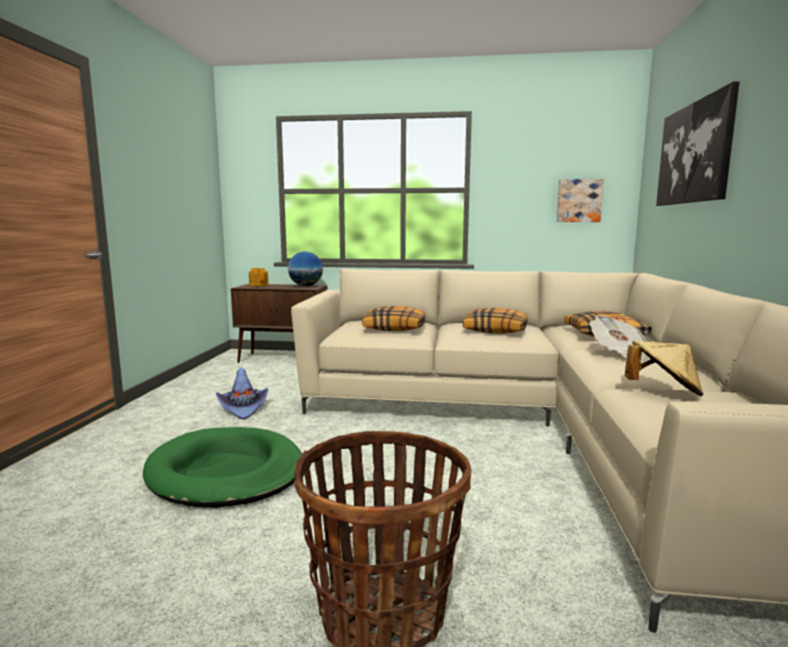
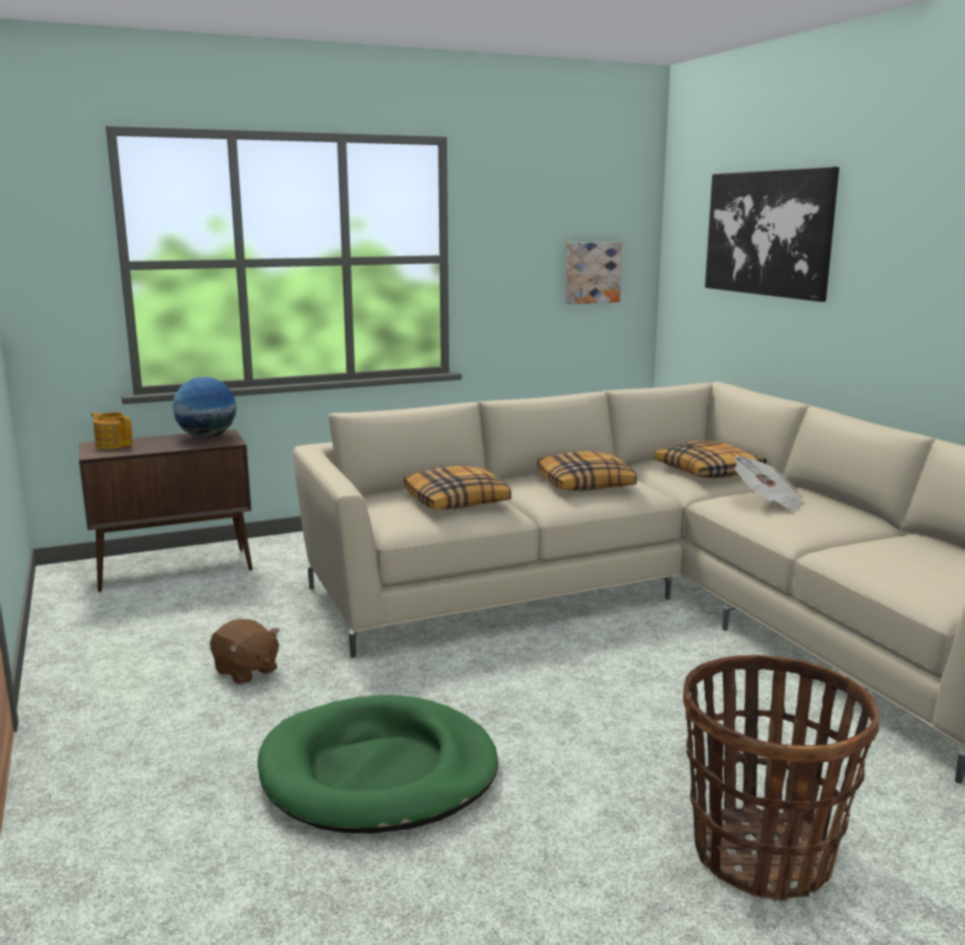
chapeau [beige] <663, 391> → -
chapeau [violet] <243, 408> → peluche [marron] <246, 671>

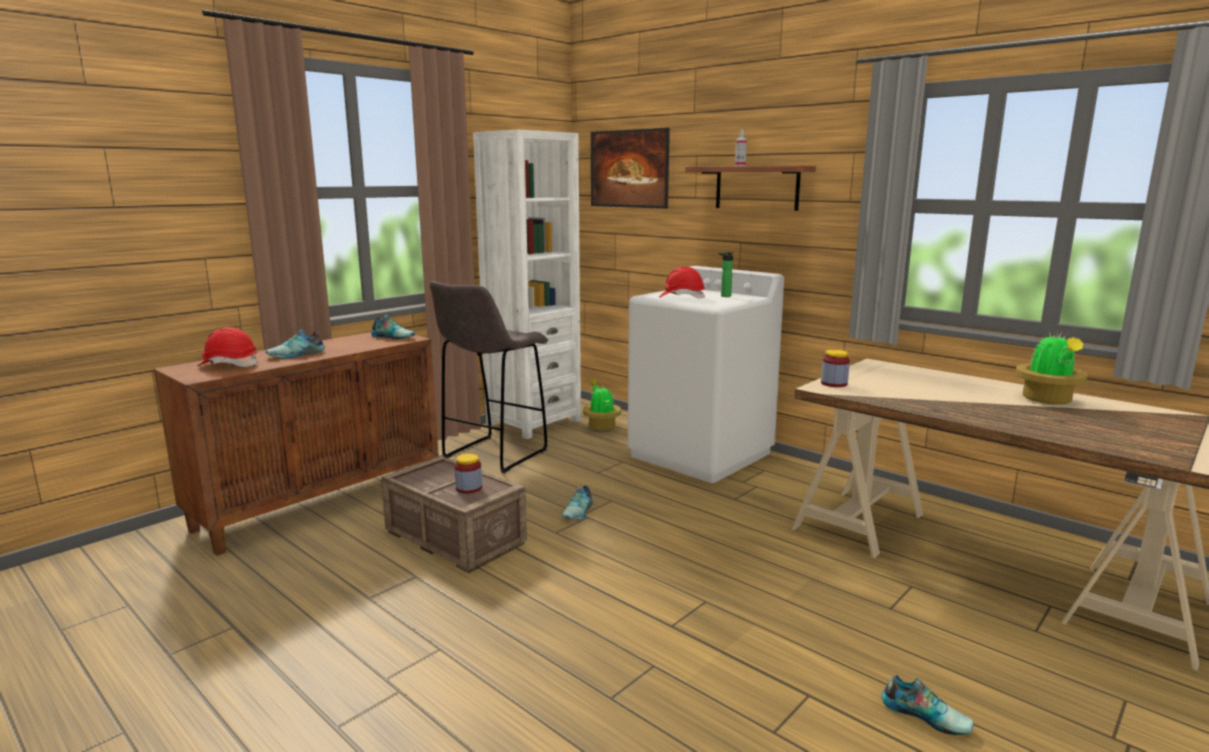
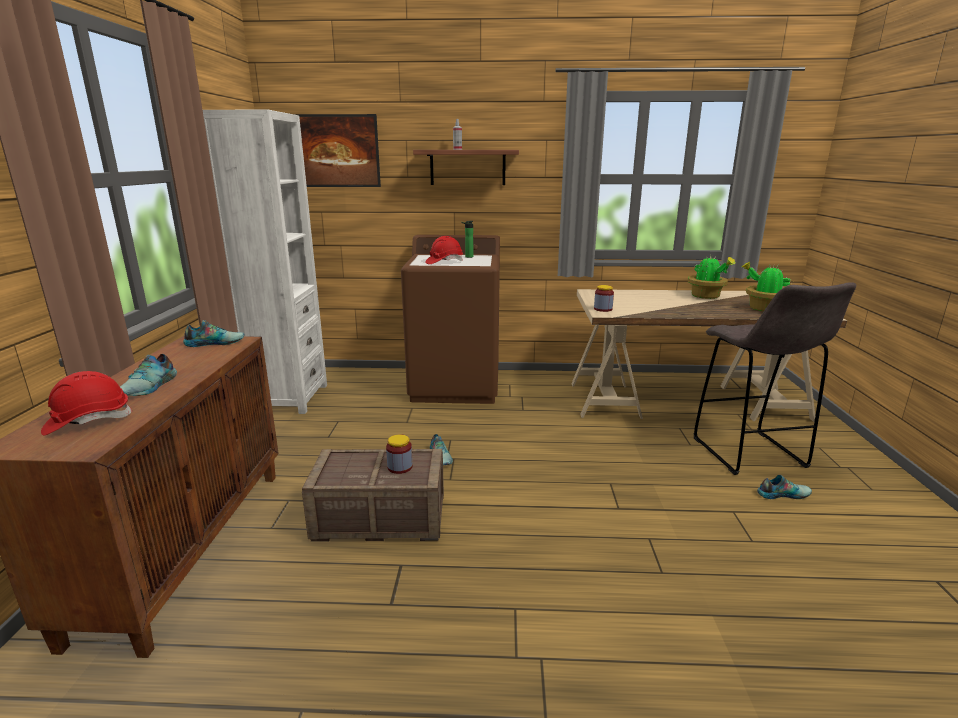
tabouret [gris] <493, 455> → tabouret [gris] <750, 454>, shifted
plante en pot <601, 426> → plante en pot <763, 309>, shifted
lave-linge [blanc] <701, 455> → lave-linge [marron] <456, 385>

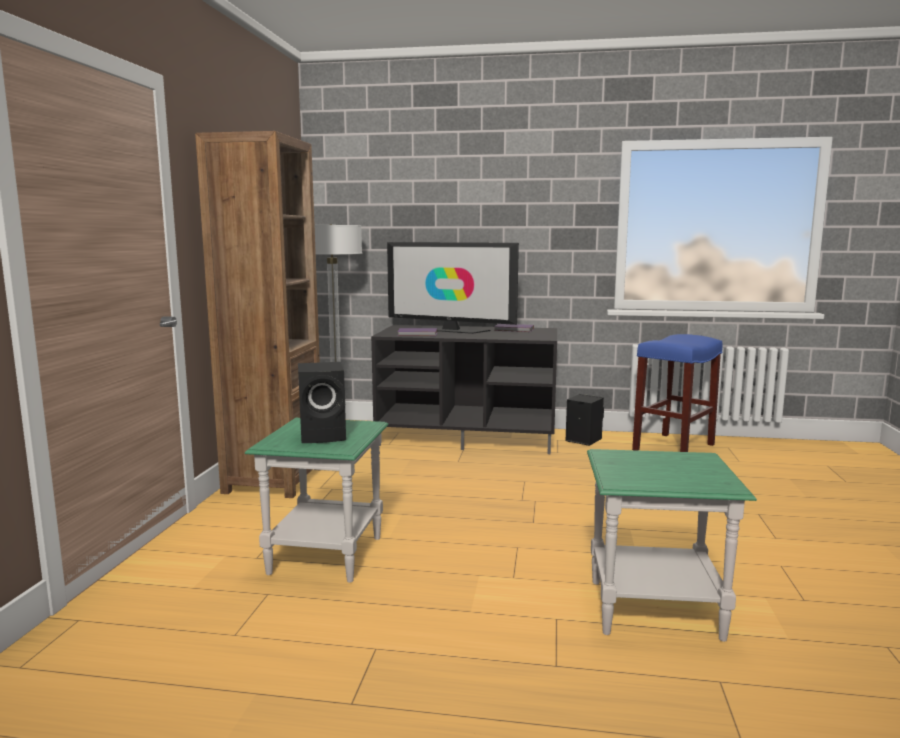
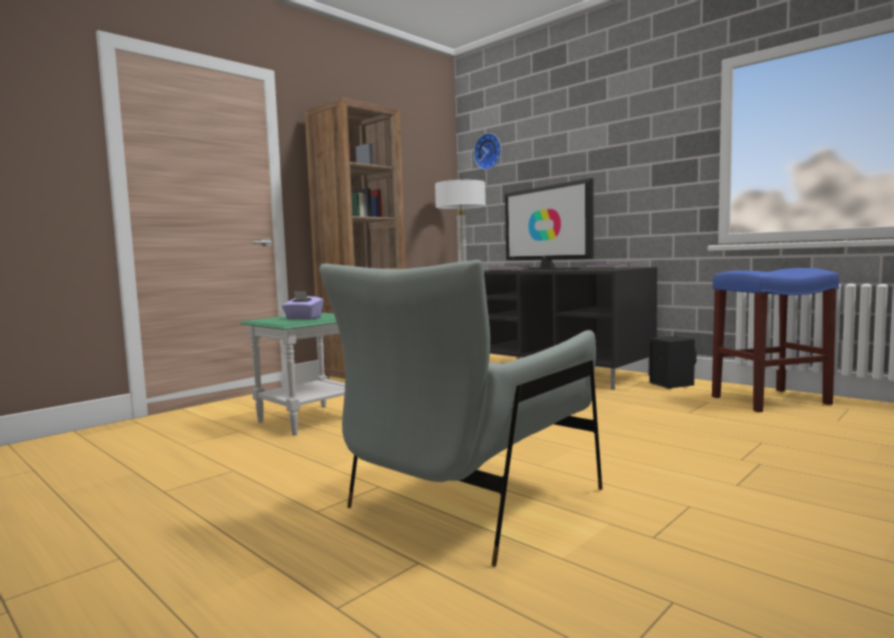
- → horloge murale <489, 151>
enceinte [noir] <325, 435> → boîte à mouchoirs [violet] <303, 318>
table d'appoint [vert] <653, 609> → fauteuil [gris] <471, 501>

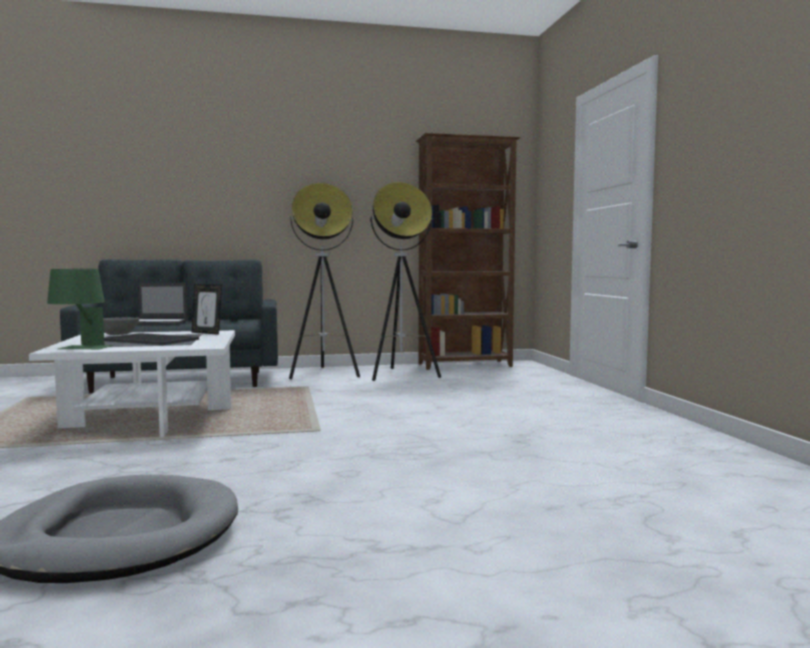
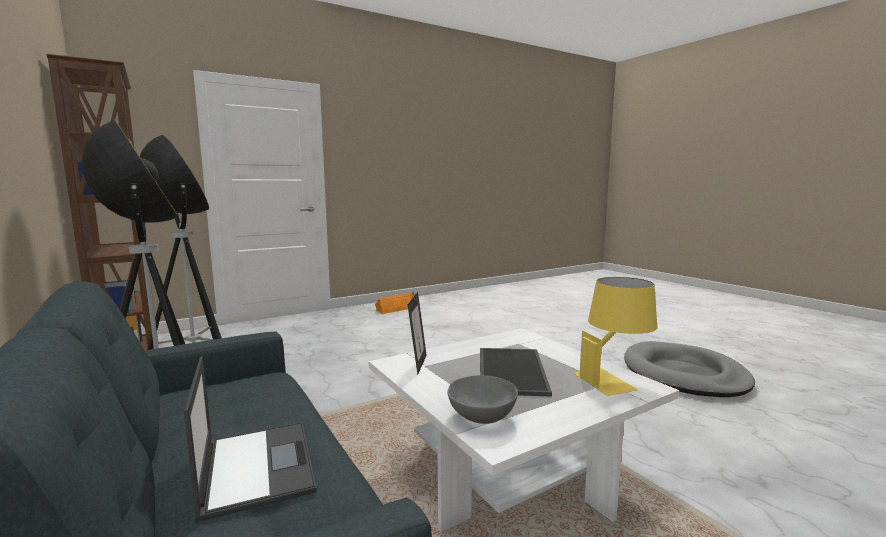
- → enceinte [orange] <396, 308>
lampe de table [vert] <80, 348> → lampe de table [jaune] <614, 379>

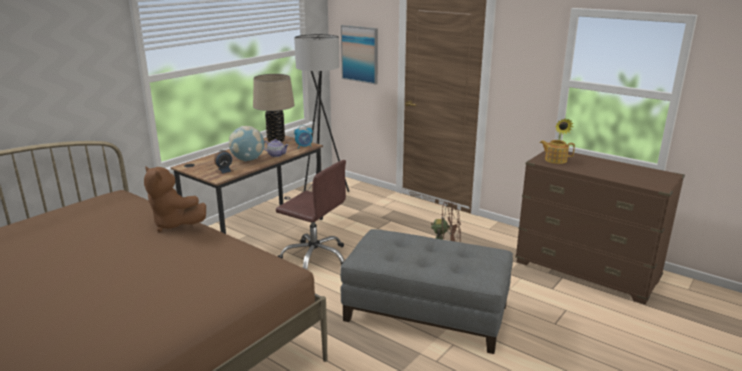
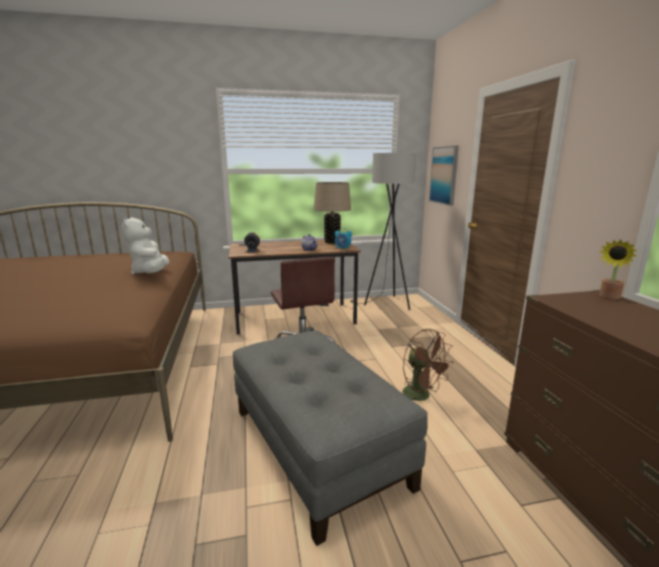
globe <248, 160> → -
théière <555, 160> → -
peluche [marron] <175, 224> → peluche [blanc] <151, 273>

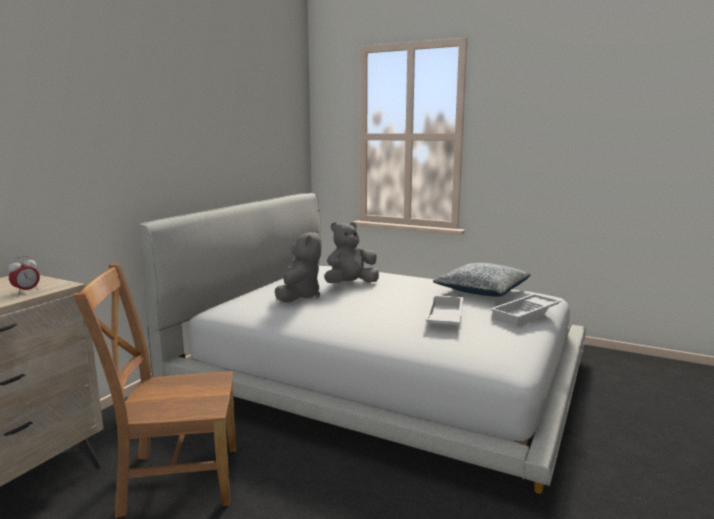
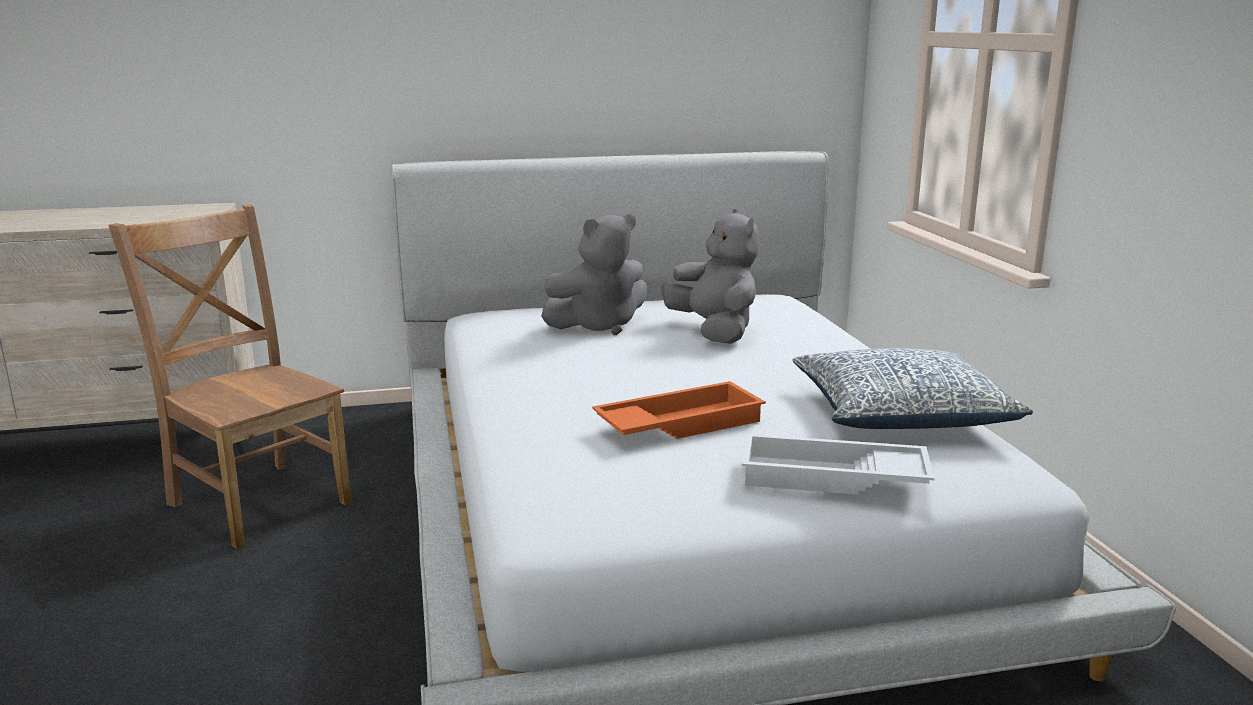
réveil <26, 291> → -
plateau [blanc] <443, 317> → plateau [orange] <679, 423>
peluche [gris] <350, 284> → peluche [gris] <714, 332>, 45 degrees clockwise

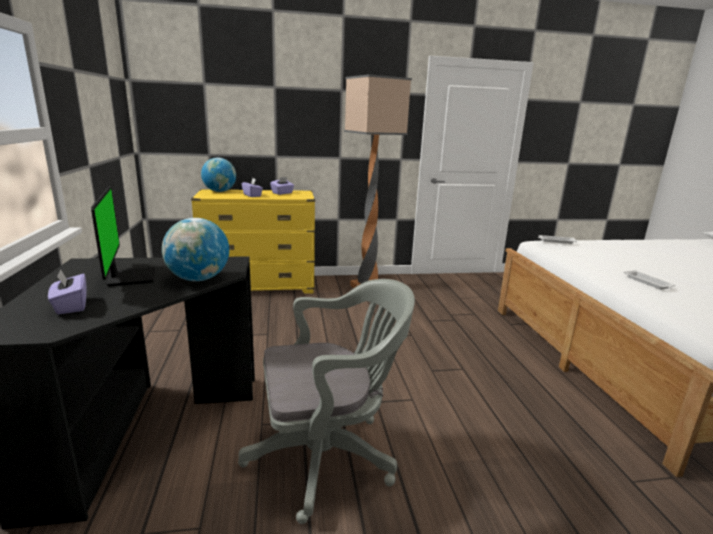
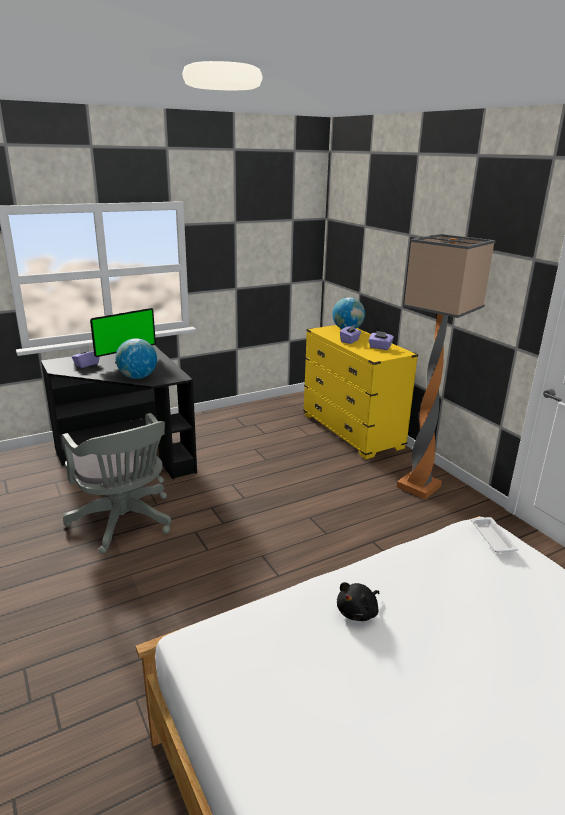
plateau [blanc] <648, 282> → peluche [noir] <358, 612>

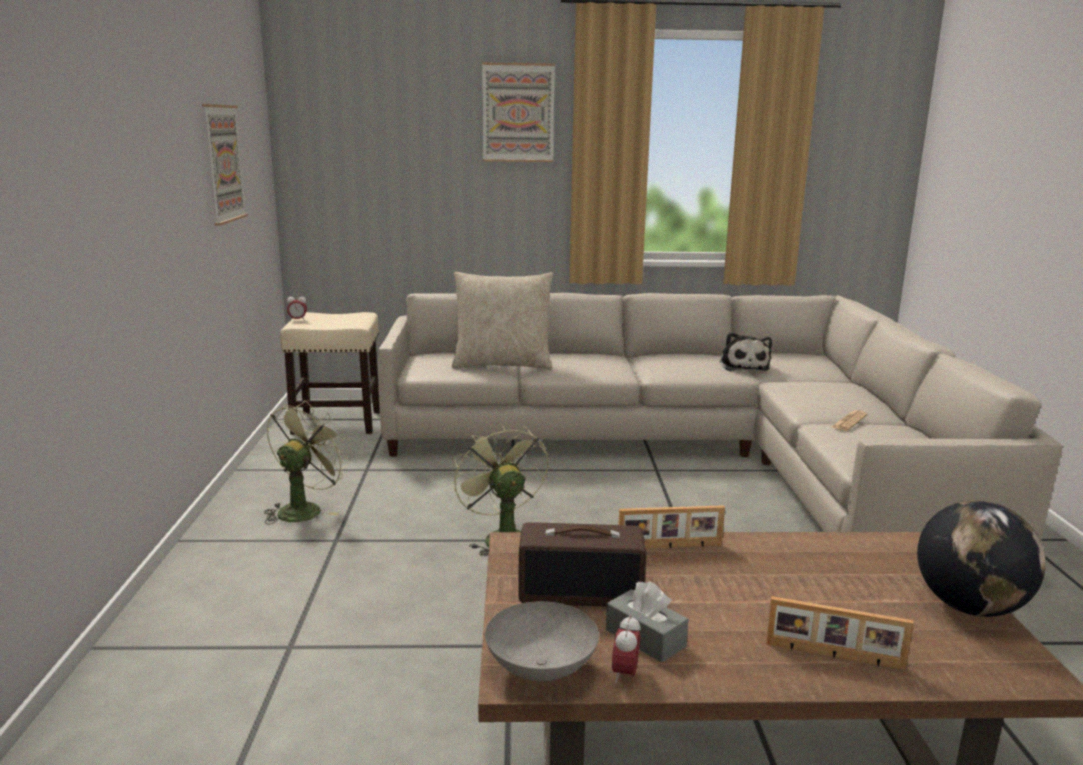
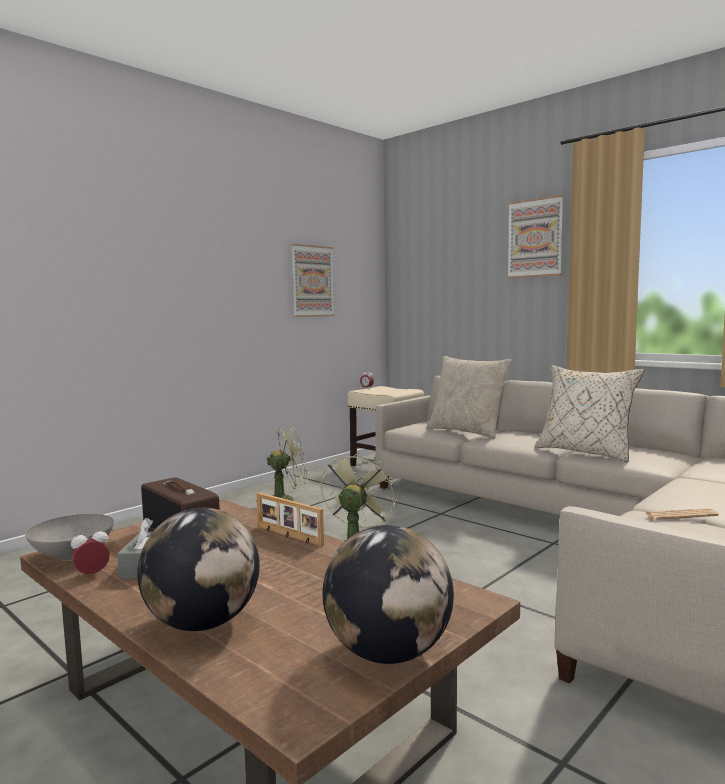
peluche <743, 366> → -
- → coussin [beige] <586, 452>
cadre photo <834, 656> → globe <203, 623>

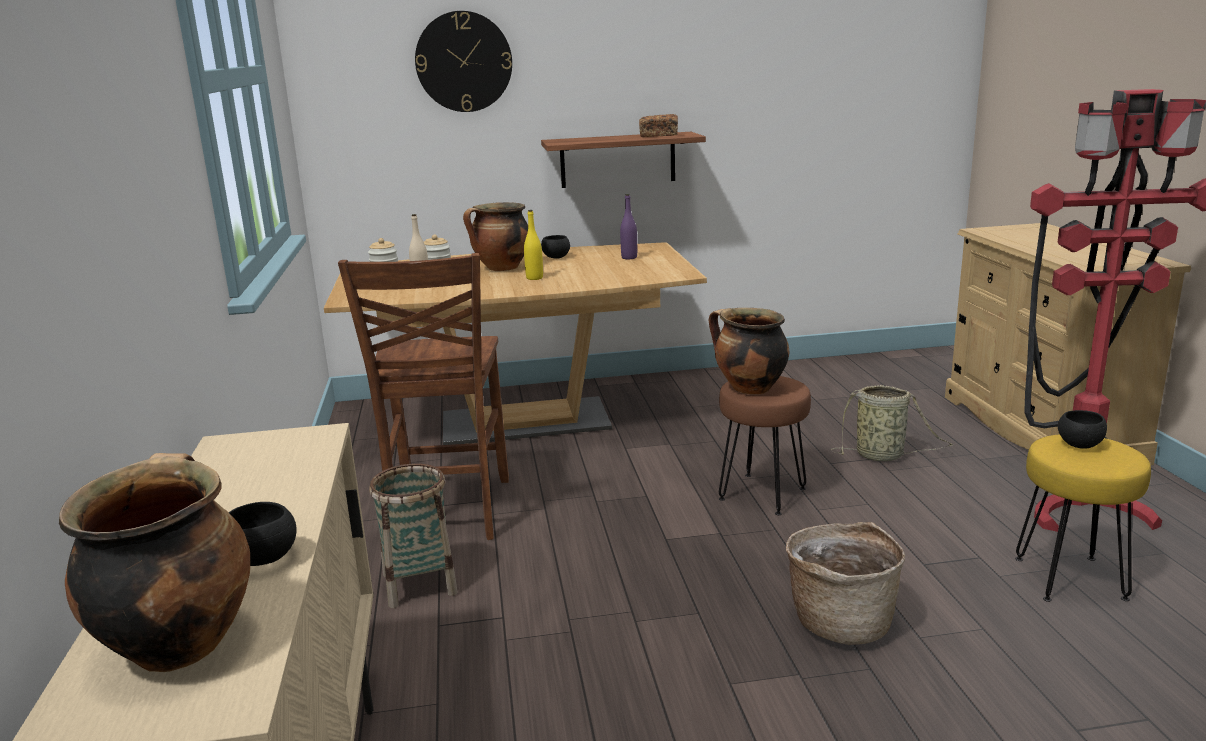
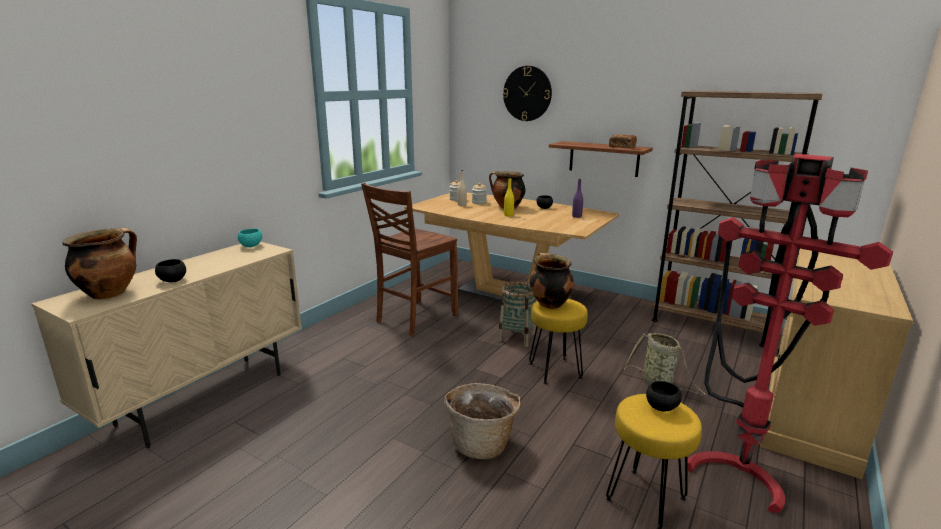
- → bol [turquoise] <251, 246>
- → bibliothèque [marron] <709, 324>
panier <419, 584> → panier <517, 337>, shifted
tabouret [marron] <763, 493> → tabouret [jaune] <555, 371>

